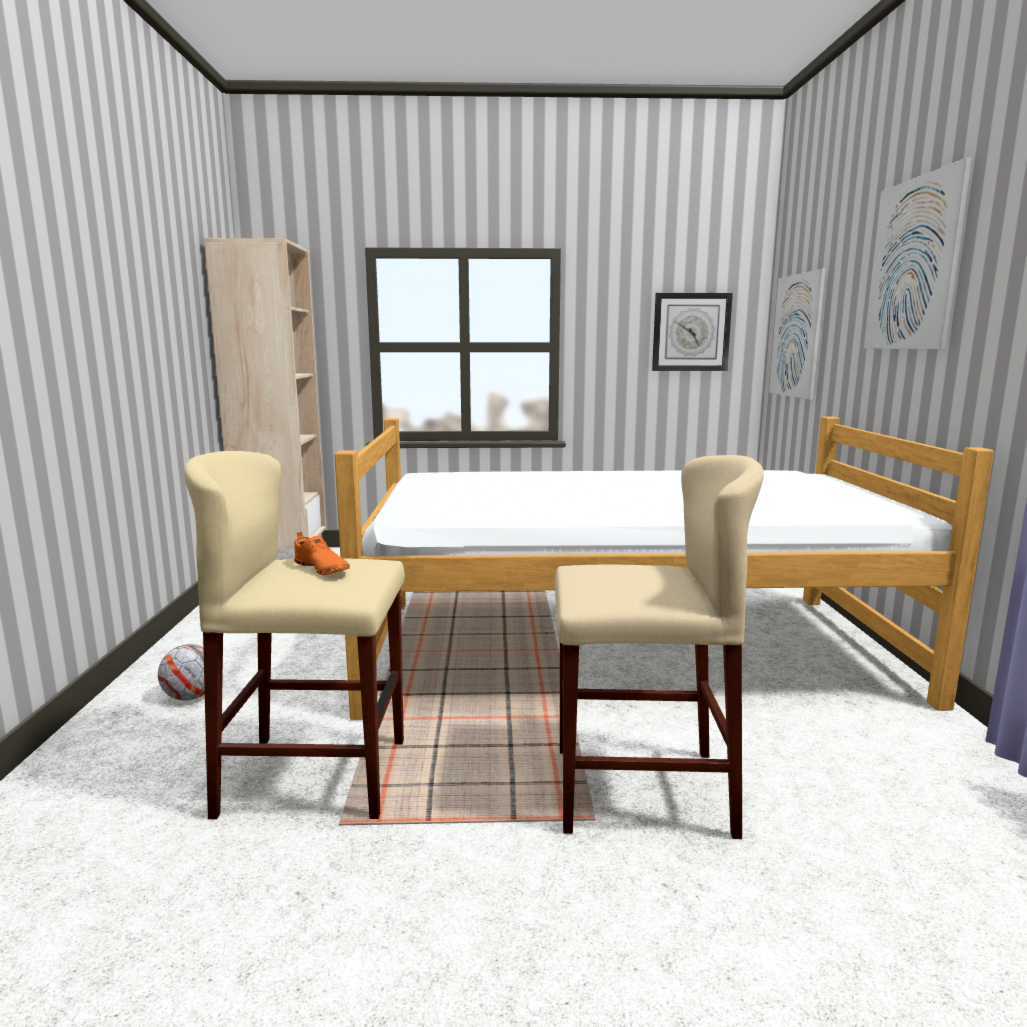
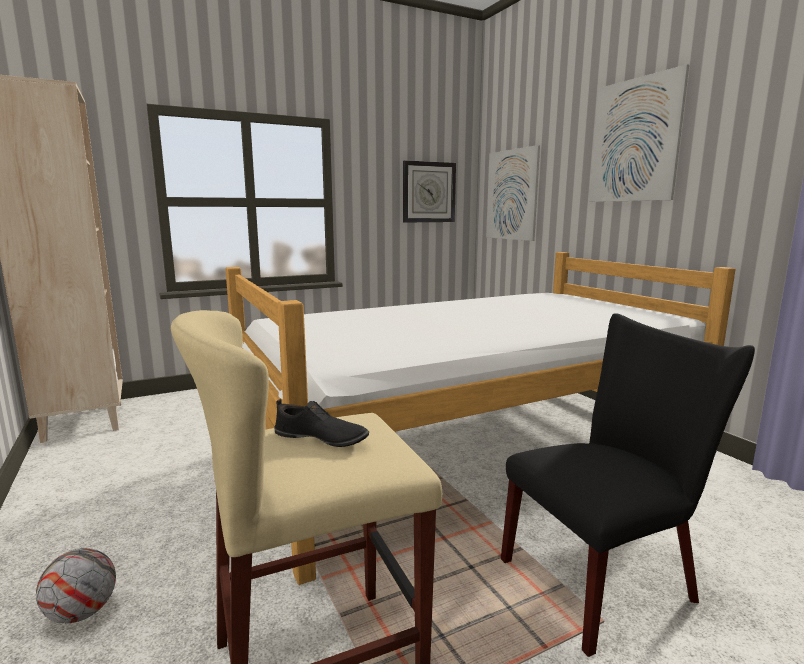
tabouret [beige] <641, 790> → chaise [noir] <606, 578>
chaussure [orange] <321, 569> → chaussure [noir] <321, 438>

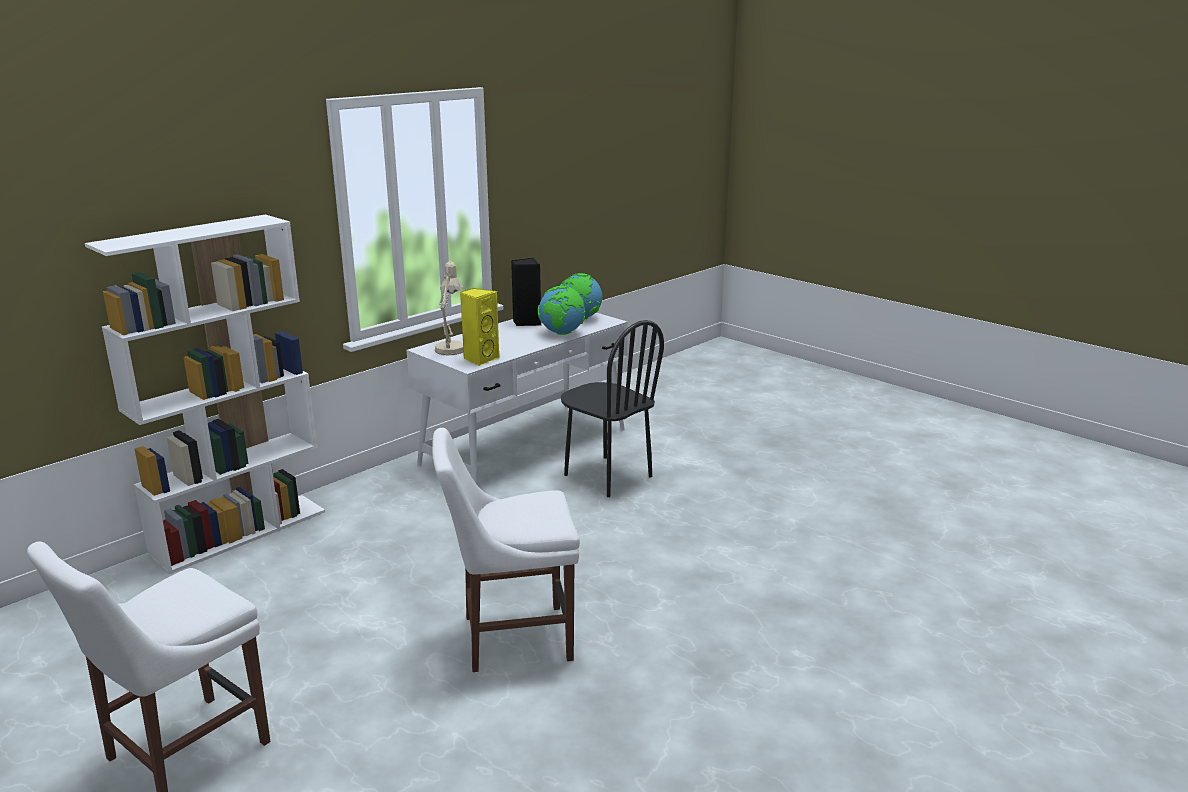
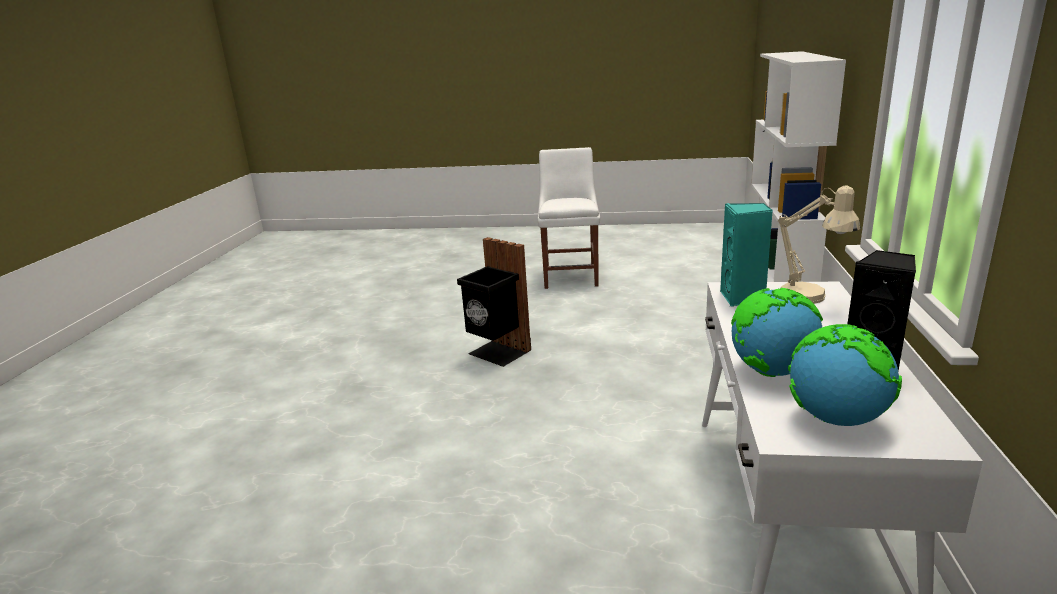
chaise [noir] <607, 476> → -
chaise [blanc] <510, 638> → poubelle [noir] <498, 353>
enceinte [jaune] <480, 359> → enceinte [turquoise] <742, 298>

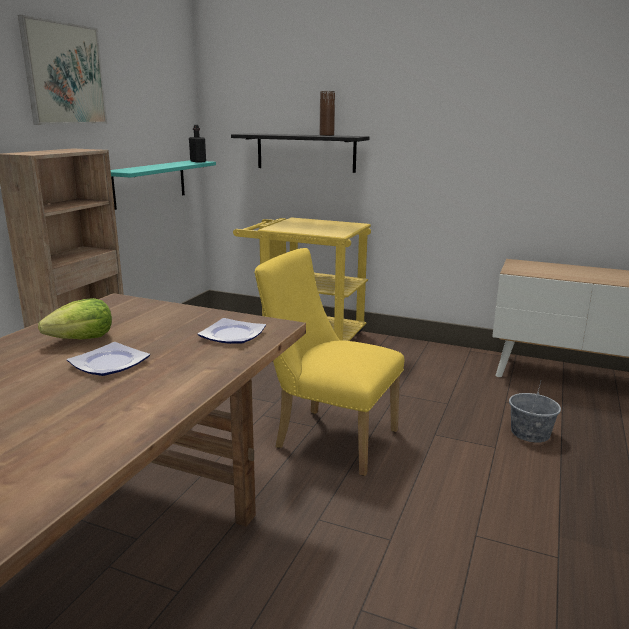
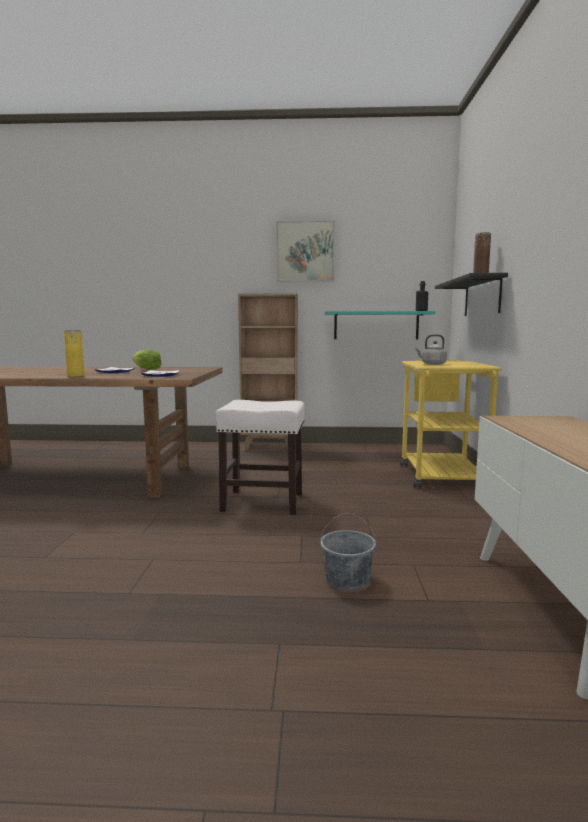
- → vase [jaune] <76, 376>
- → bouilloire [gris] <432, 364>
chaise [jaune] <328, 437> → tabouret [blanc] <264, 502>

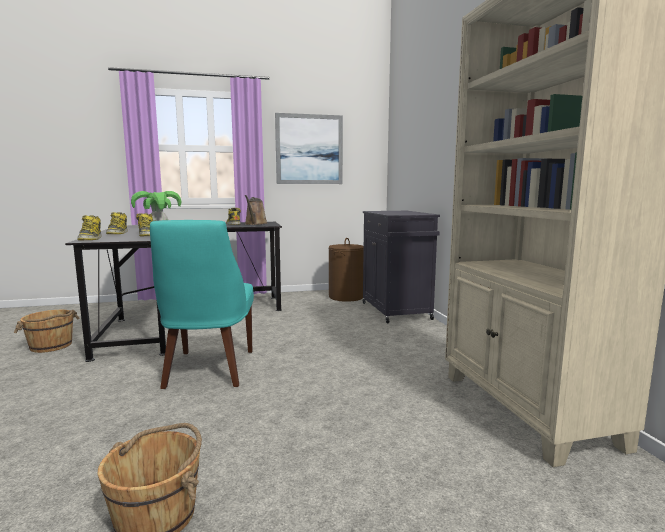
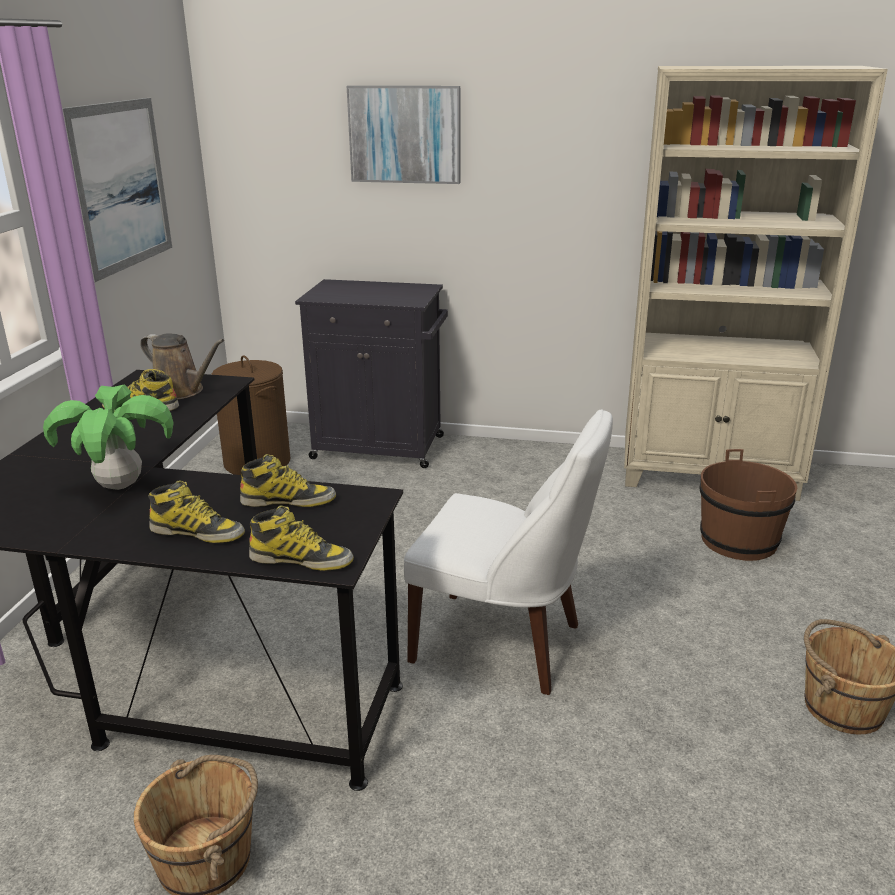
- → tableau <405, 134>
- → seau [marron] <738, 541>
chaise [turquoise] <208, 370> → chaise [blanc] <504, 644>

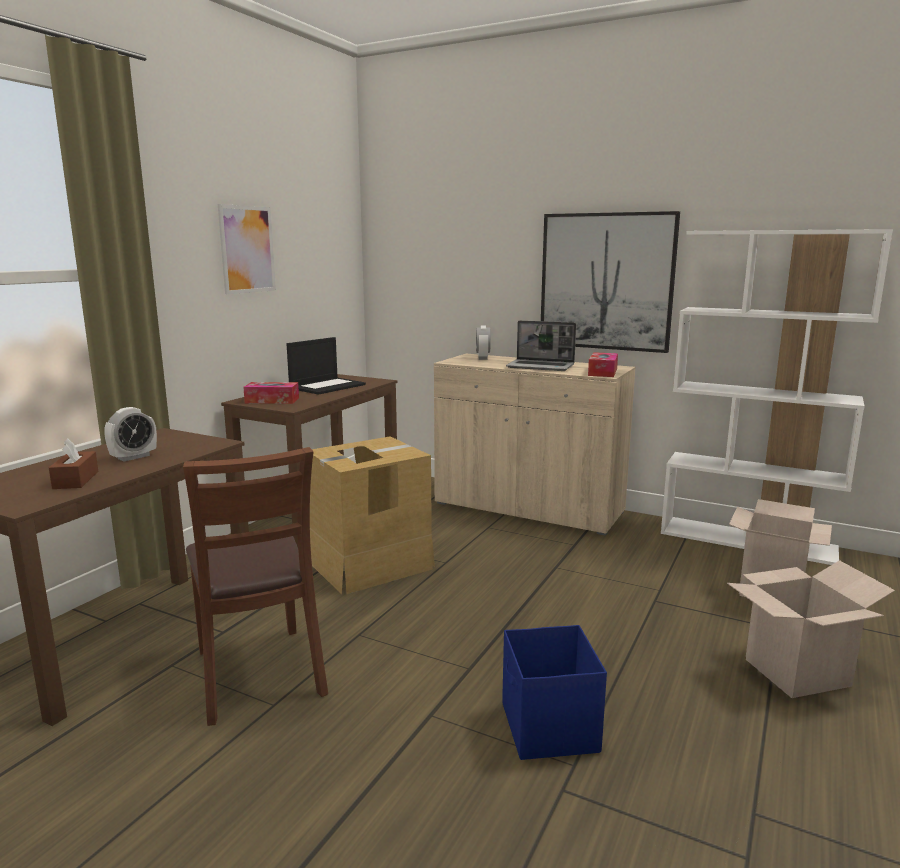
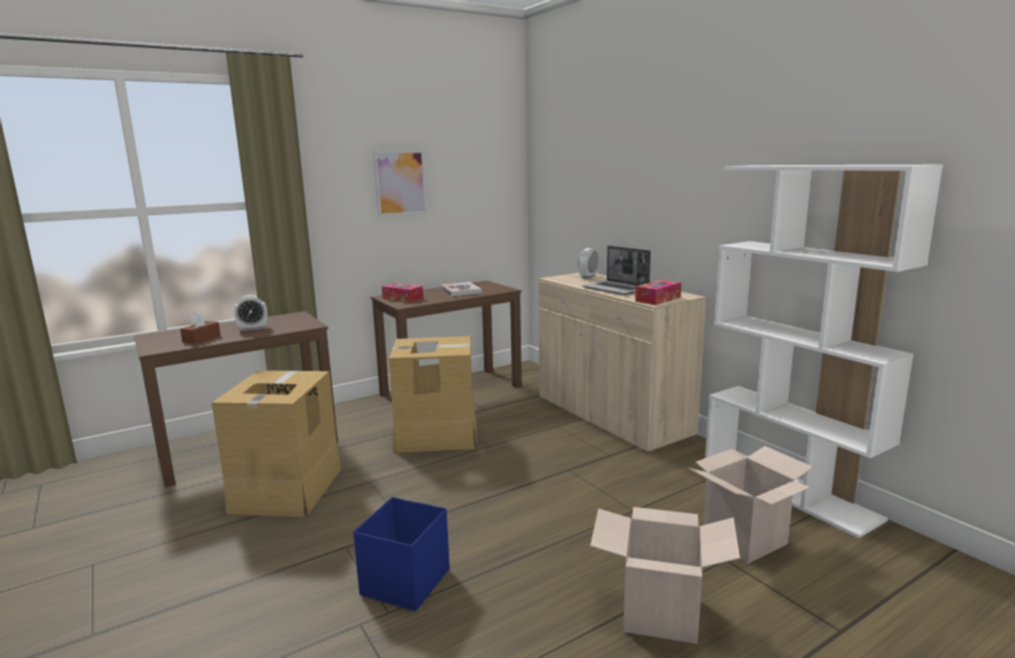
tableau <606, 282> → -
chaise [marron] <258, 674> → carton <286, 489>
ordinateur portable <327, 386> → livre <460, 291>

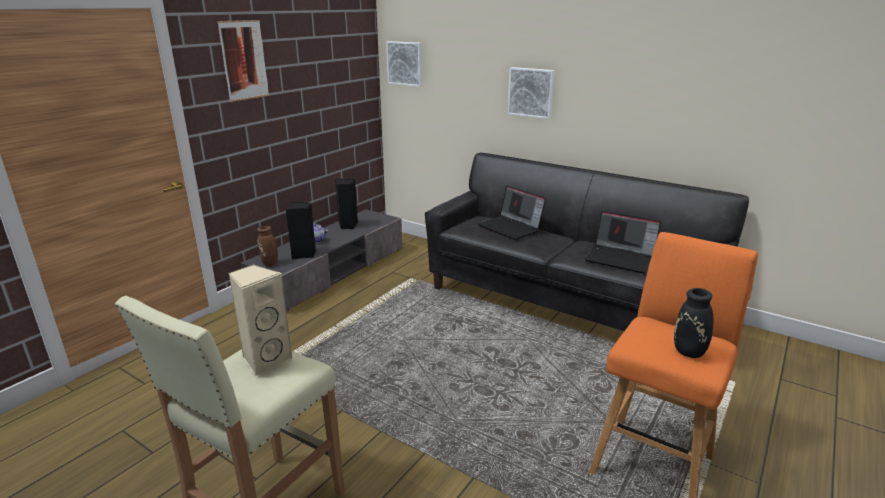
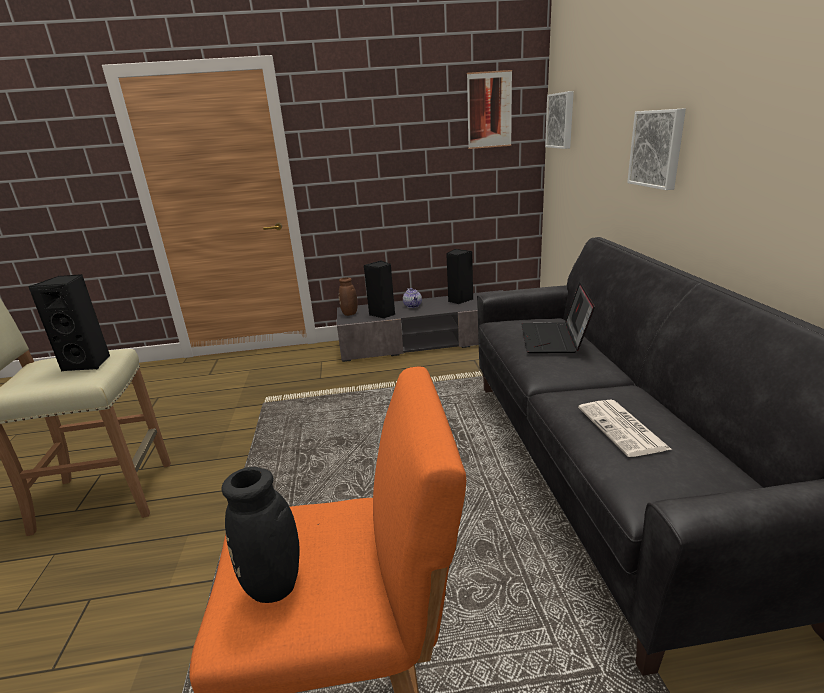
tableau <244, 60> → tableau <489, 110>, shifted
ordinateur portable <621, 258> → journal <623, 428>
enceinte [beige] <265, 360> → enceinte [noir] <89, 363>

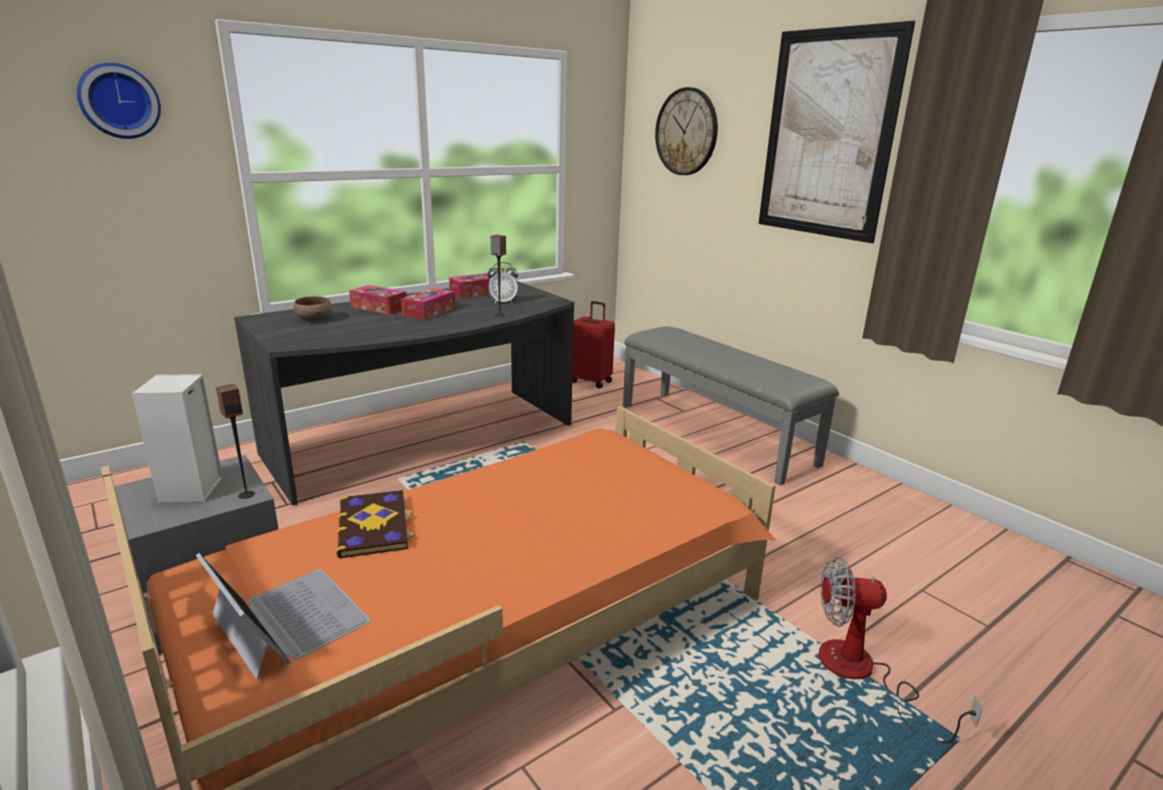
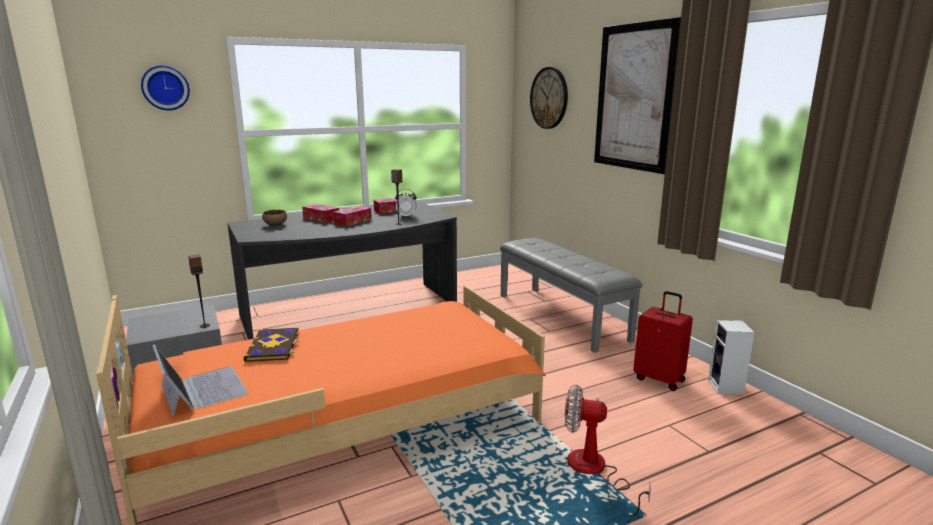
enceinte <191, 491> → enceinte <726, 388>, shifted
valise [rouge] <590, 381> → valise [rouge] <659, 379>, shifted

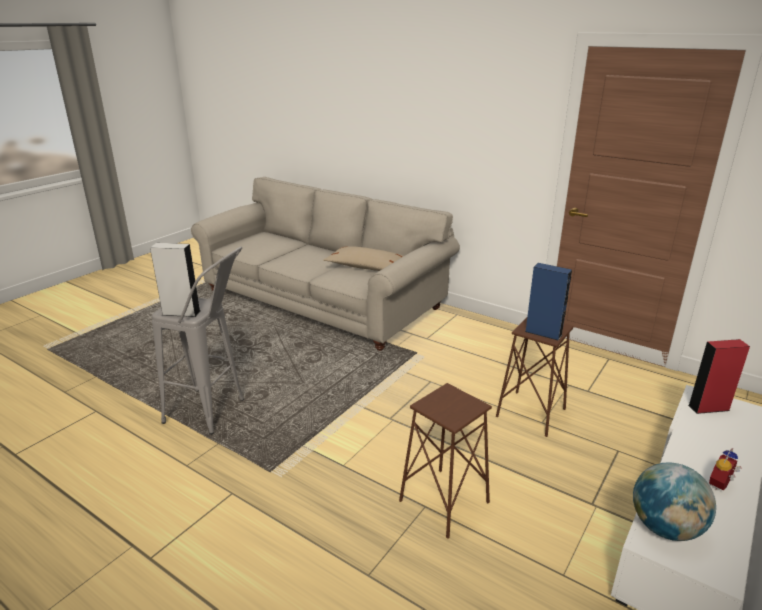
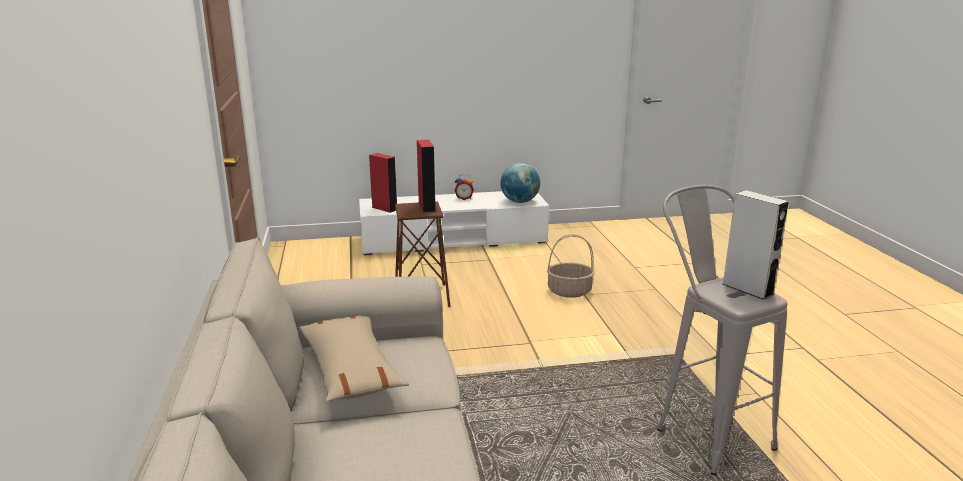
tabouret [marron] <443, 502> → panier <570, 291>
enceinte [bleu] <543, 333> → enceinte [rouge] <427, 207>

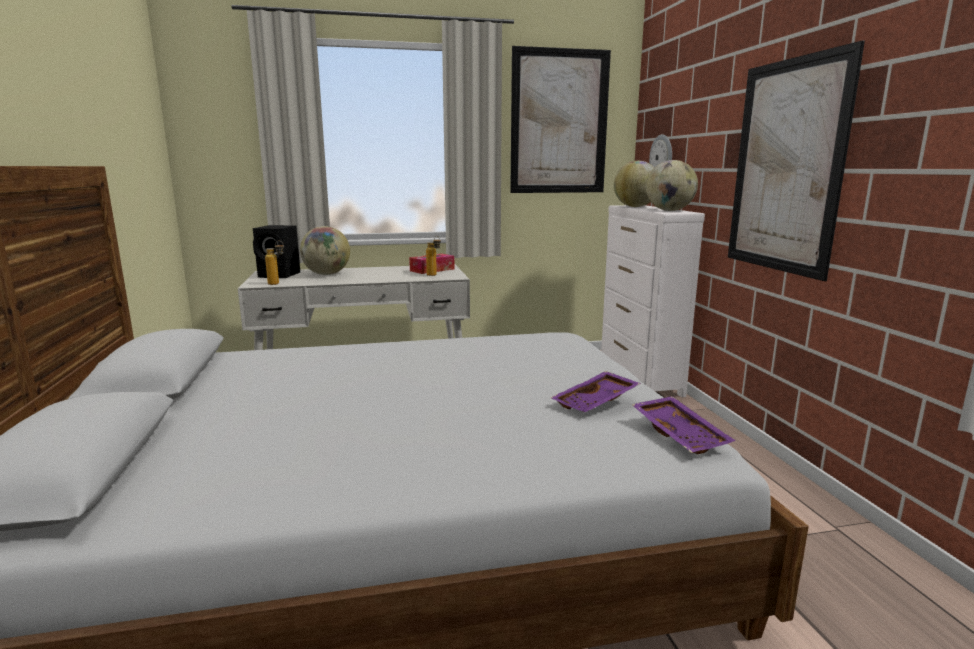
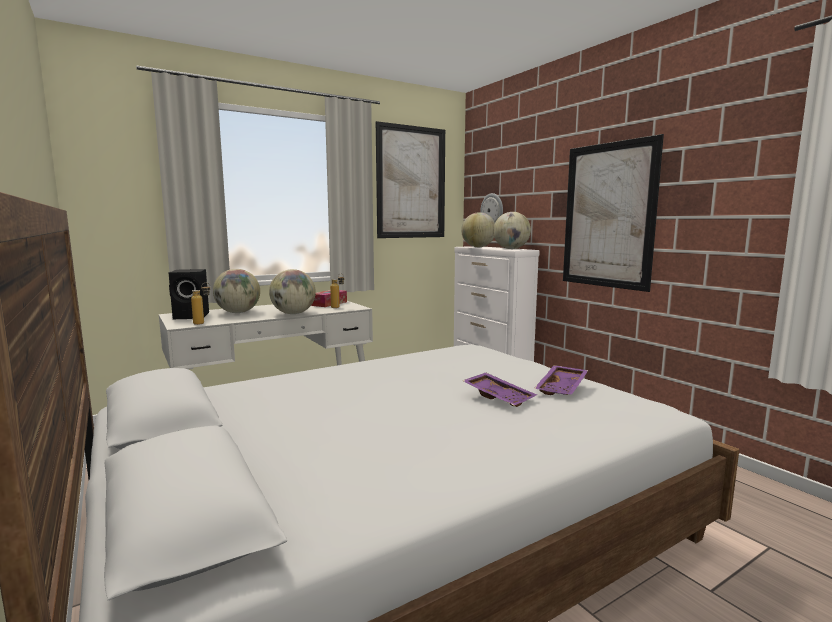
- → globe <293, 313>
plateau [violet] <681, 434> → plateau [violet] <499, 397>, shifted

